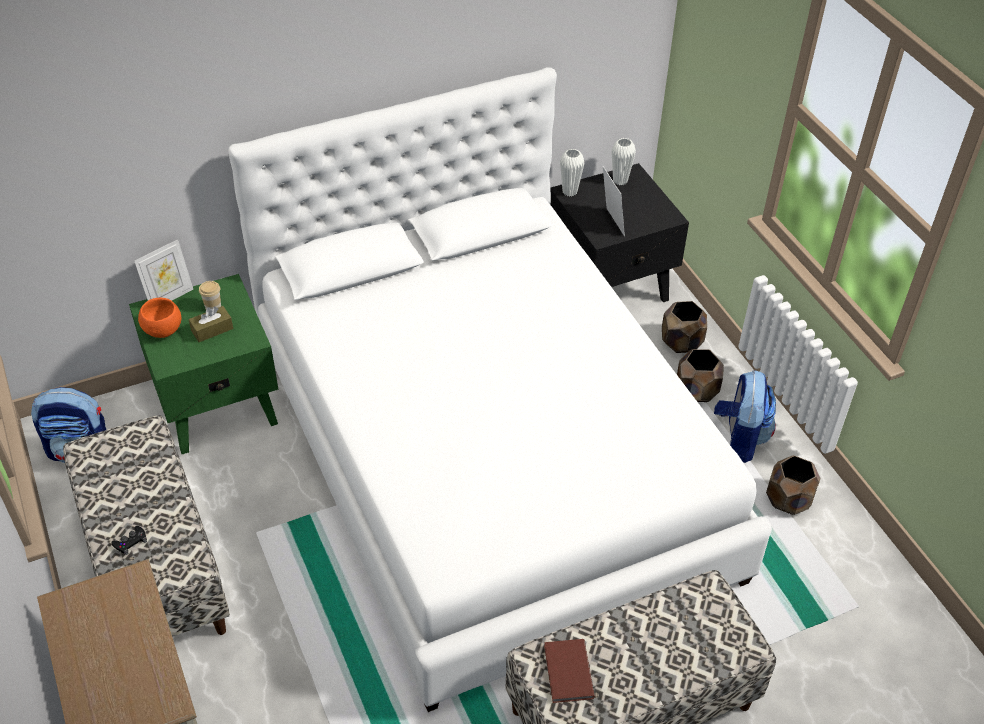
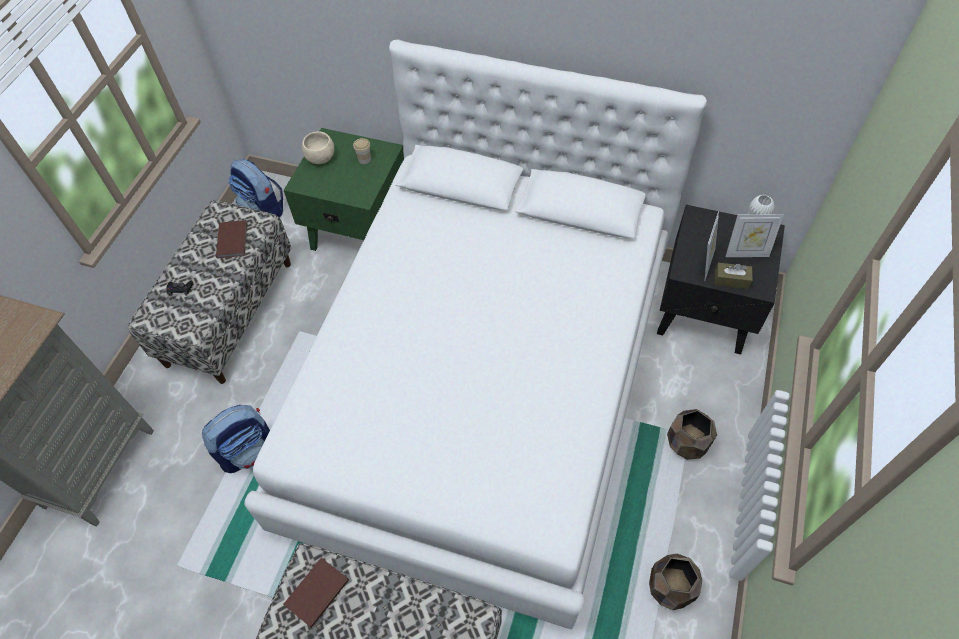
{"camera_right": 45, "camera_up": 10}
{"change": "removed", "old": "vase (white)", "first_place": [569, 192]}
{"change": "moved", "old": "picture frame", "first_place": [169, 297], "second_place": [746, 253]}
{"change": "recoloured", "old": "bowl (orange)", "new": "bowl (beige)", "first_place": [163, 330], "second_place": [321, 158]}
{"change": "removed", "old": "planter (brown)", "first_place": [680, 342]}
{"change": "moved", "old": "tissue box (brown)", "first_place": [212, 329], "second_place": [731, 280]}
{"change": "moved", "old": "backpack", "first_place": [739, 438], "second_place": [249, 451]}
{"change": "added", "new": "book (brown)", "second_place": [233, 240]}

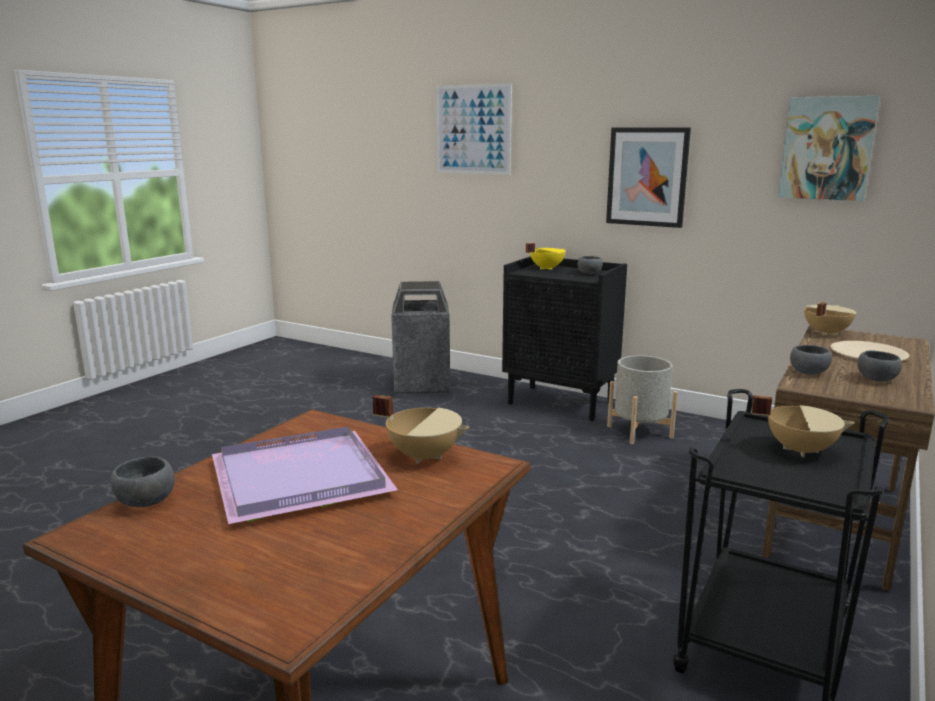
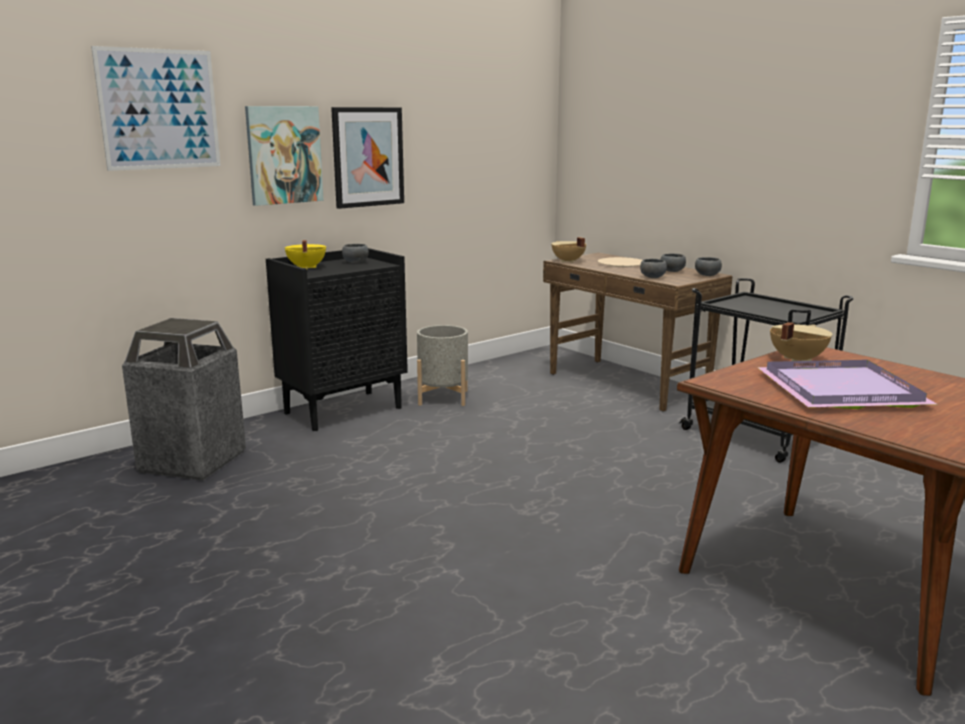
{"camera_right": -70, "camera_up": 0}
{"change": "moved", "old": "picture", "first_place": [827, 148], "second_place": [284, 155]}
{"change": "removed", "old": "cooking pot (beige)", "first_place": [799, 449]}
{"change": "moved", "old": "bowl (grey)", "first_place": [144, 502], "second_place": [707, 275]}

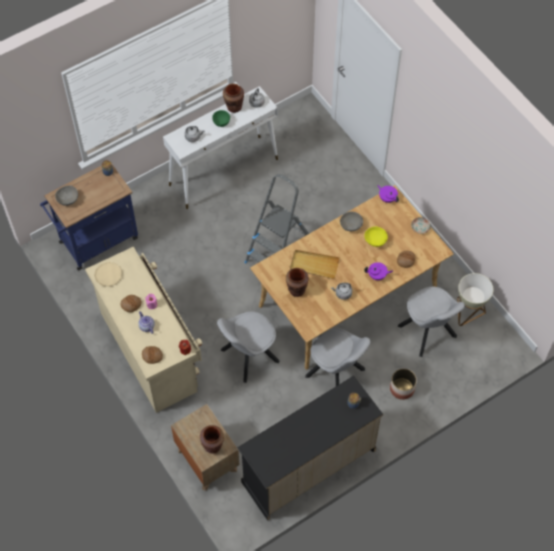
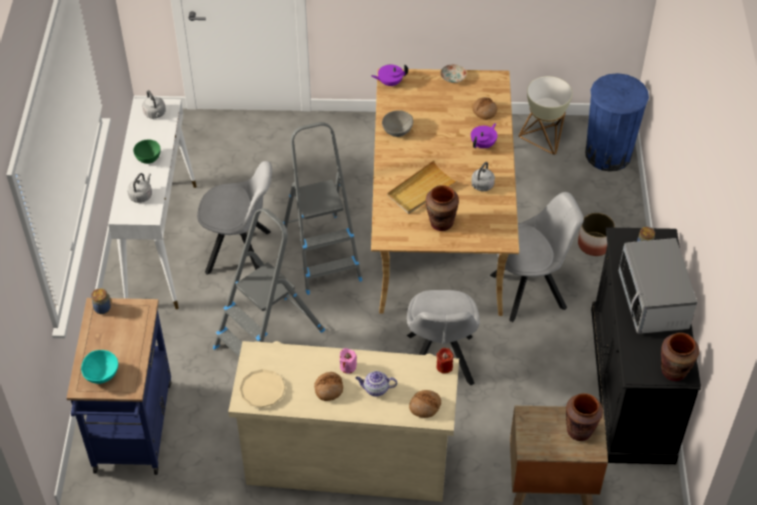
{"camera_right": -55, "camera_up": -10}
{"change": "moved", "old": "vase (brown)", "first_place": [234, 107], "second_place": [673, 371]}
{"change": "recoloured", "old": "bowl (grey)", "new": "bowl (turquoise)", "first_place": [67, 200], "second_place": [101, 374]}
{"change": "removed", "old": "bowl (yellow)", "first_place": [375, 241]}
{"change": "moved", "old": "chair (grey)", "first_place": [428, 332], "second_place": [240, 252]}
{"change": "added", "new": "trash can (blue)", "second_place": [608, 154]}
{"change": "added", "new": "step ladder (grey)", "second_place": [268, 339]}
{"change": "added", "new": "microwave", "second_place": [653, 301]}

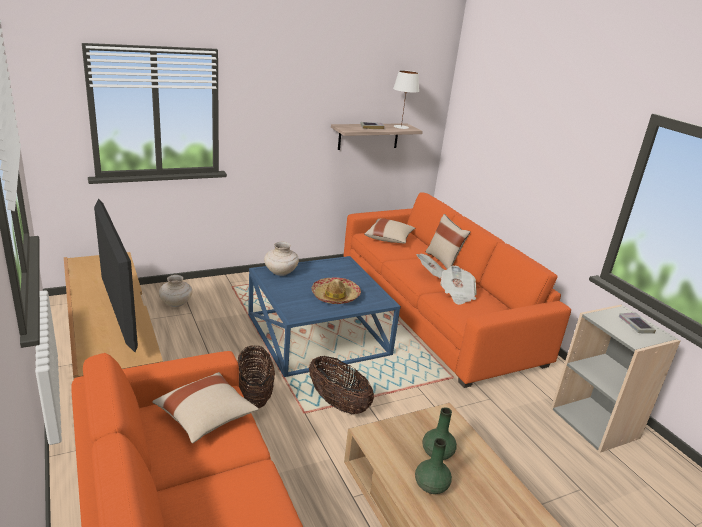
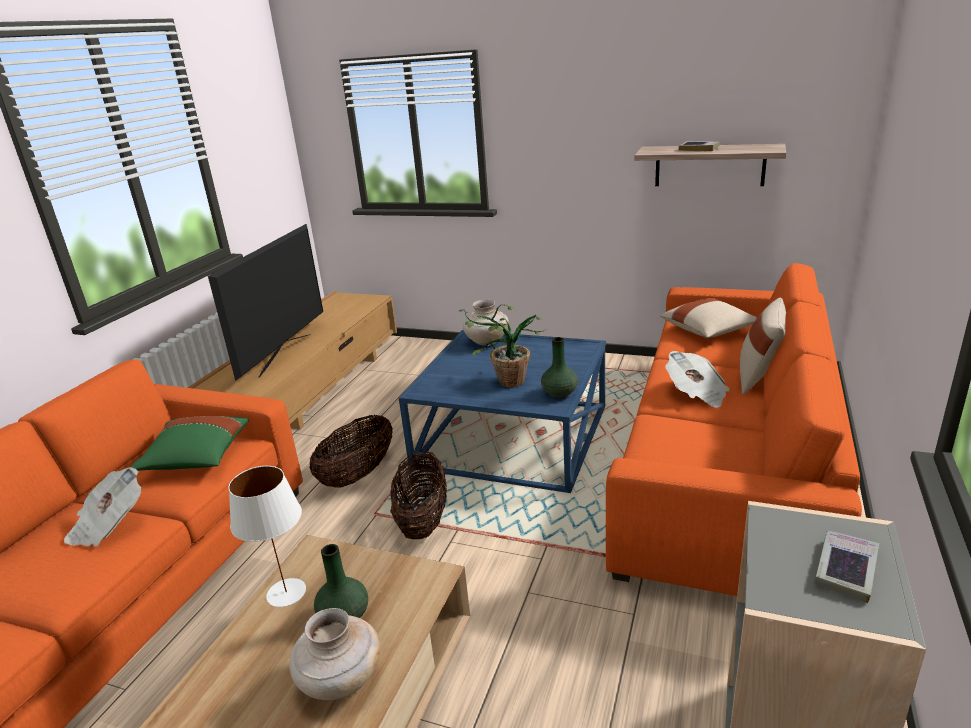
{"camera_right": 50, "camera_up": 0}
{"change": "moved", "old": "table lamp (white)", "first_place": [401, 127], "second_place": [286, 592]}
{"change": "moved", "old": "newspaper", "first_place": [457, 294], "second_place": [109, 525]}
{"change": "moved", "old": "vase (beige)", "first_place": [176, 304], "second_place": [340, 681]}
{"change": "replaced", "old": "hat", "new": "potted plant", "first_place": [335, 296], "second_place": [504, 382]}
{"change": "recoloured", "old": "pillow (beige)", "new": "pillow (green)", "first_place": [206, 417], "second_place": [196, 459]}
{"change": "moved", "old": "vase (green)", "first_place": [430, 486], "second_place": [559, 393]}

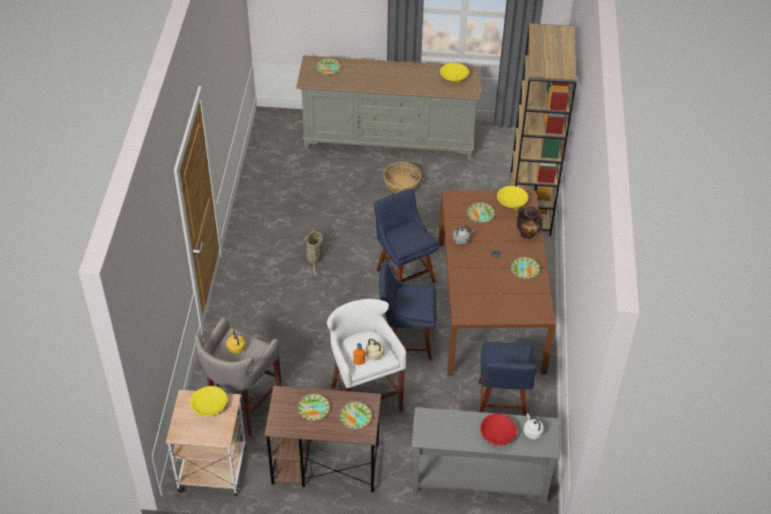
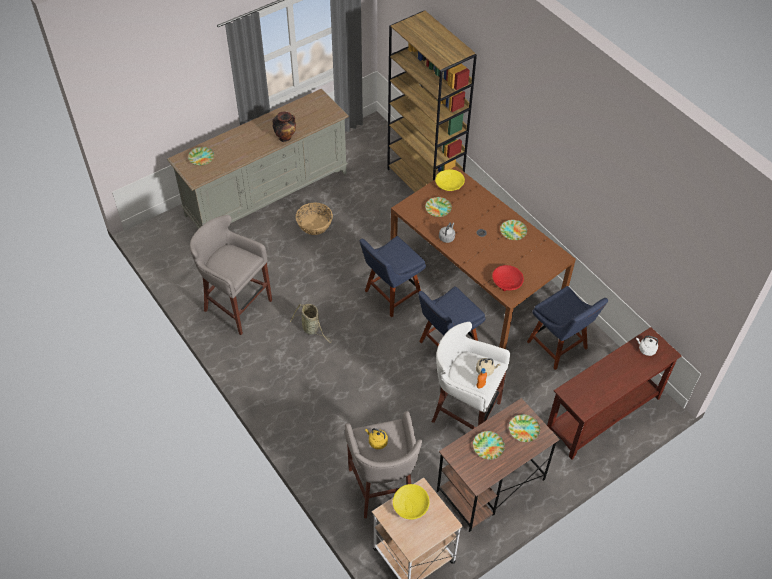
{"camera_right": -40, "camera_up": 5}
{"change": "removed", "old": "bowl (yellow)", "first_place": [454, 77]}
{"change": "turned", "old": "chair (blue)", "first_place": [404, 274], "second_place": [391, 295], "degrees": -60}
{"change": "moved", "old": "vase", "first_place": [528, 234], "second_place": [286, 137]}
{"change": "recoloured", "old": "console table (grey)", "new": "console table (brown)", "first_place": [479, 481], "second_place": [603, 415]}
{"change": "moved", "old": "bowl (red)", "first_place": [498, 434], "second_place": [507, 282]}
{"change": "added", "new": "stool (grey)", "second_place": [236, 306]}

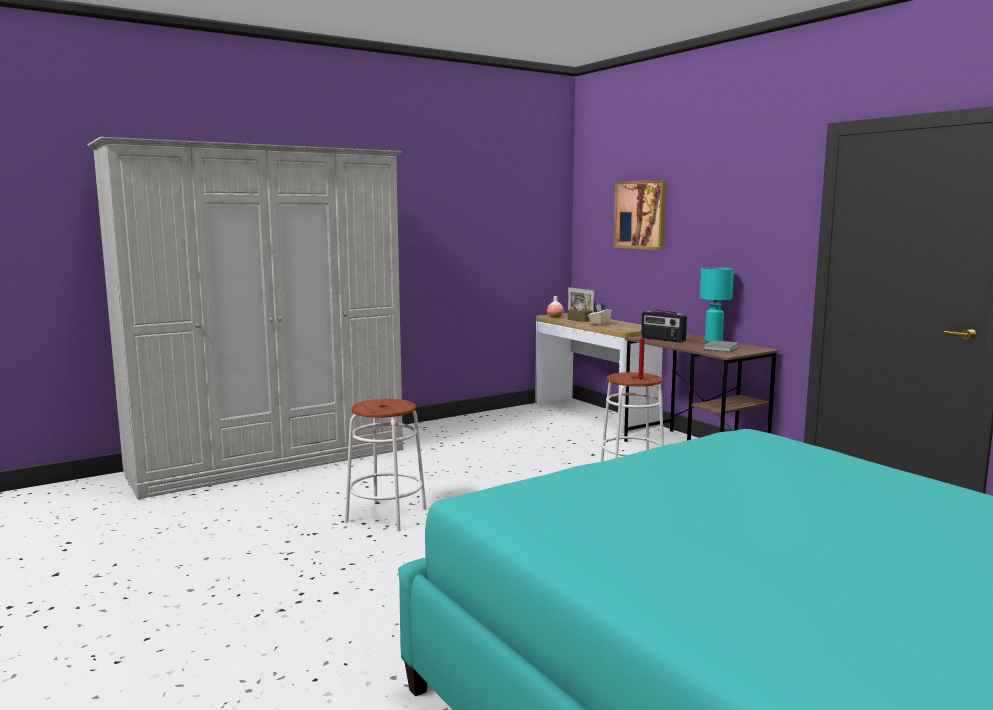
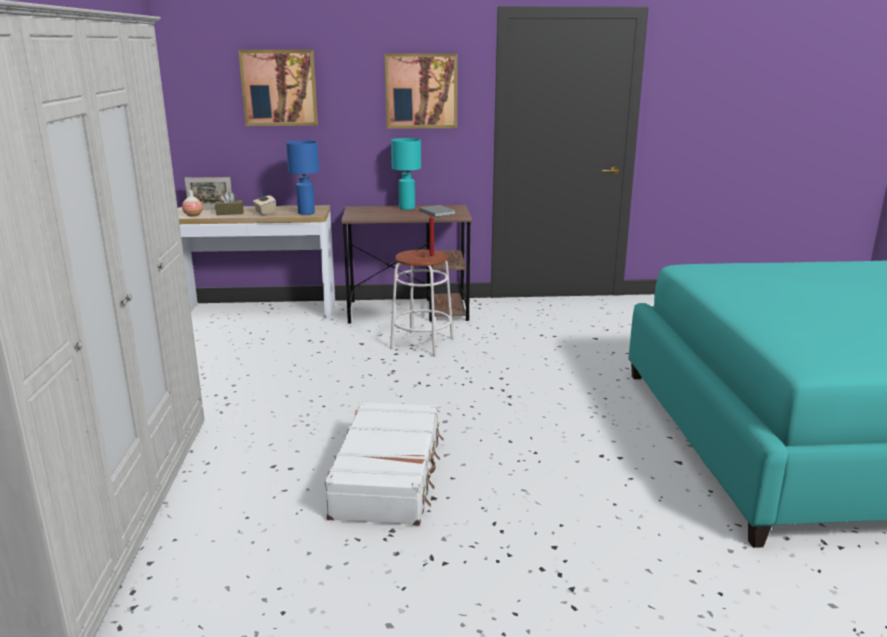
{"camera_right": -60, "camera_up": 10}
{"change": "removed", "old": "radio", "first_place": [662, 339]}
{"change": "replaced", "old": "stool (white)", "new": "suitcase (white)", "first_place": [386, 515], "second_place": [389, 476]}
{"change": "added", "new": "picture", "second_place": [421, 91]}
{"change": "added", "new": "table lamp (blue)", "second_place": [306, 213]}

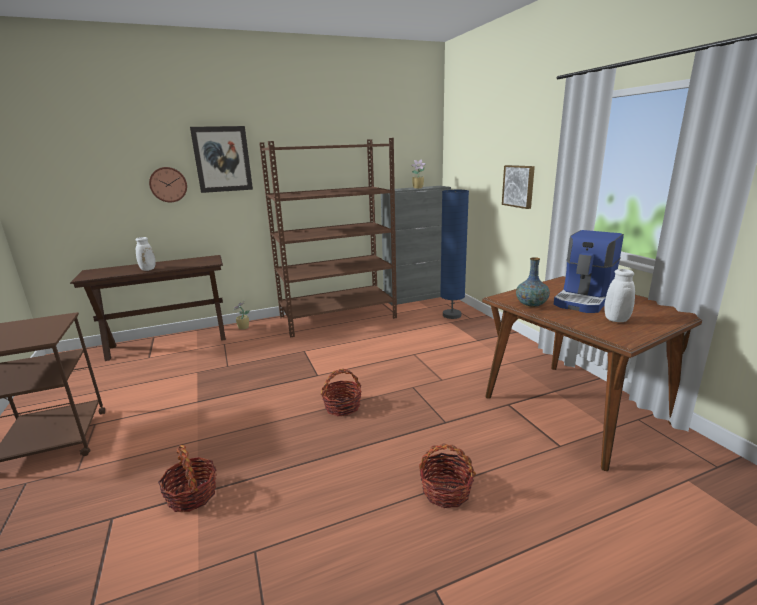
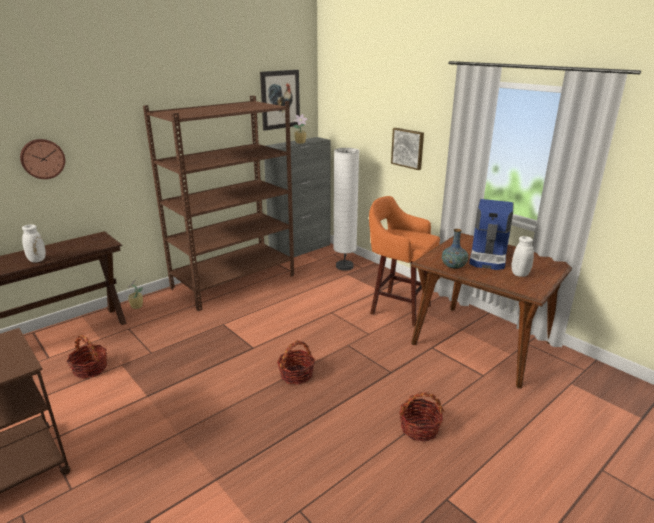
{"camera_right": -20, "camera_up": 5}
{"change": "moved", "old": "picture", "first_place": [222, 159], "second_place": [280, 99]}
{"change": "recoloured", "old": "floor lamp (blue)", "new": "floor lamp (white)", "first_place": [452, 315], "second_place": [344, 266]}
{"change": "moved", "old": "basket", "first_place": [192, 495], "second_place": [90, 369]}
{"change": "added", "new": "stool (orange)", "second_place": [398, 309]}

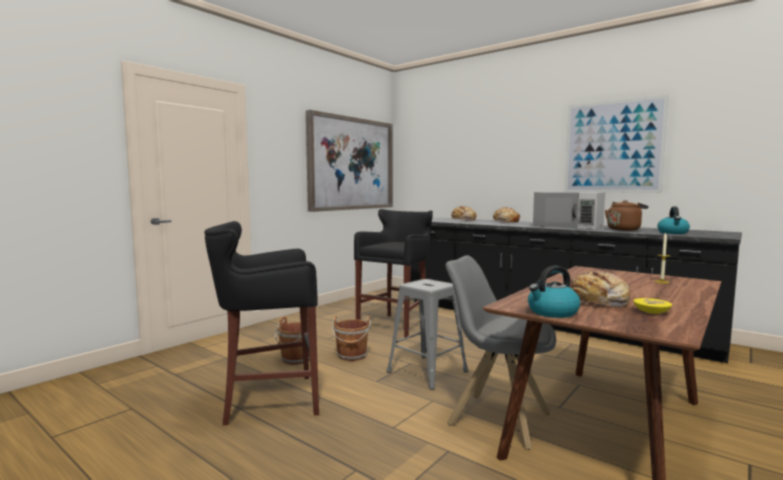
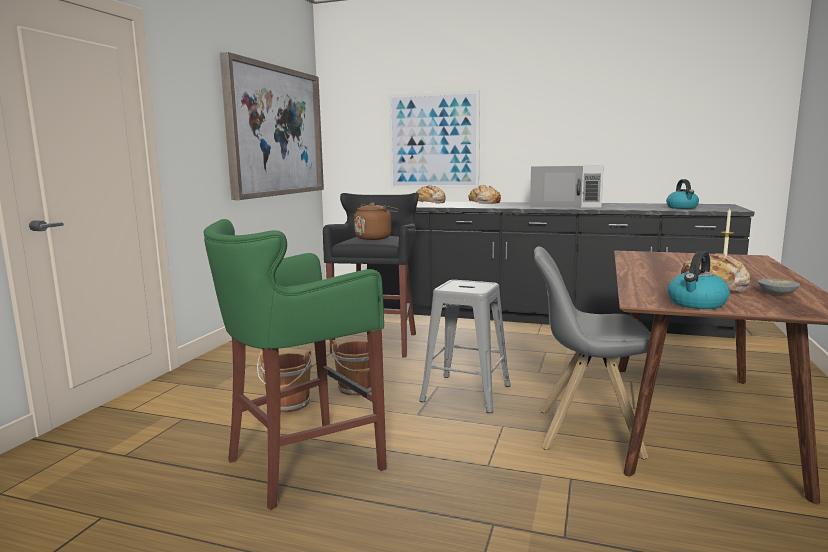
{"camera_right": -20, "camera_up": 5}
{"change": "moved", "old": "picture", "first_place": [612, 147], "second_place": [433, 141]}
{"change": "moved", "old": "kettle (brown)", "first_place": [624, 229], "second_place": [374, 238]}
{"change": "recoloured", "old": "stool (black)", "new": "stool (green)", "first_place": [267, 400], "second_place": [300, 464]}
{"change": "recoloured", "old": "bowl (yellow)", "new": "bowl (grey)", "first_place": [653, 312], "second_place": [778, 293]}

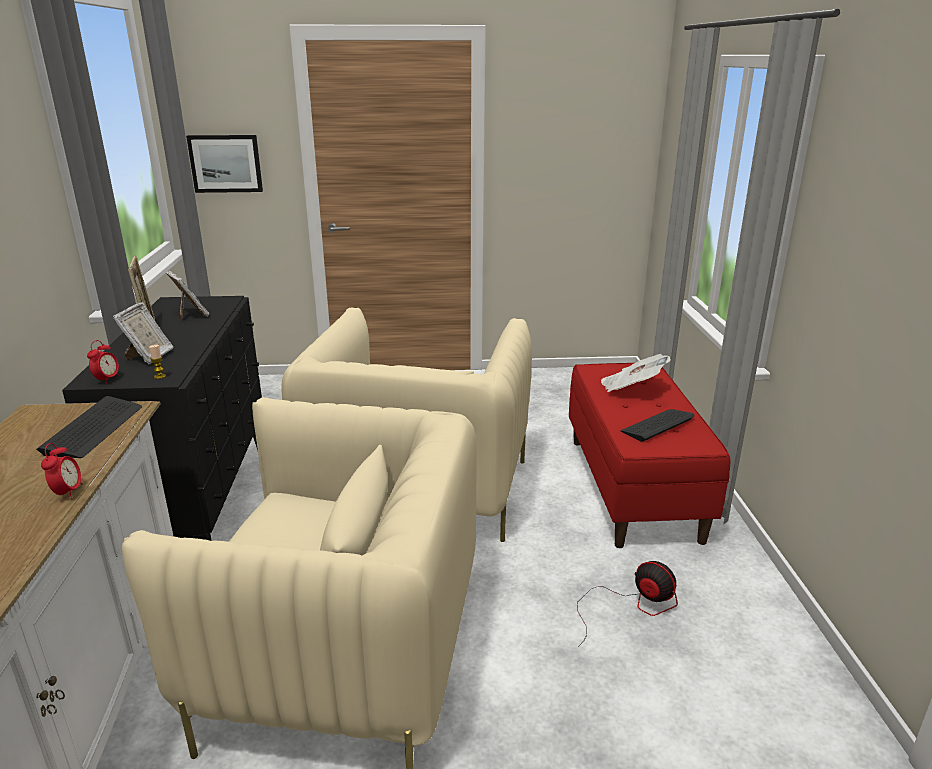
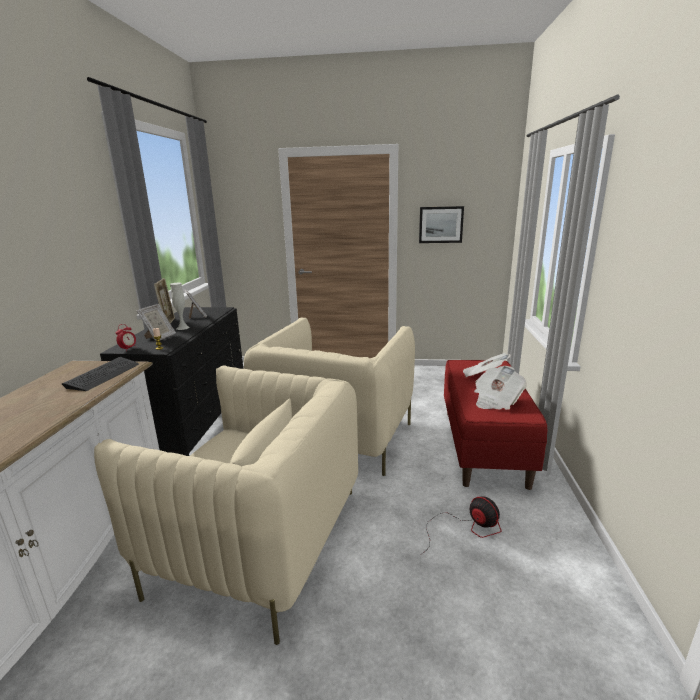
{"camera_right": 10, "camera_up": -5}
{"change": "moved", "old": "picture", "first_place": [226, 163], "second_place": [440, 224]}
{"change": "replaced", "old": "keyboard", "new": "newspaper", "first_place": [657, 425], "second_place": [496, 400]}
{"change": "removed", "old": "alarm clock", "first_place": [68, 493]}
{"change": "added", "new": "vase (white)", "second_place": [182, 328]}

